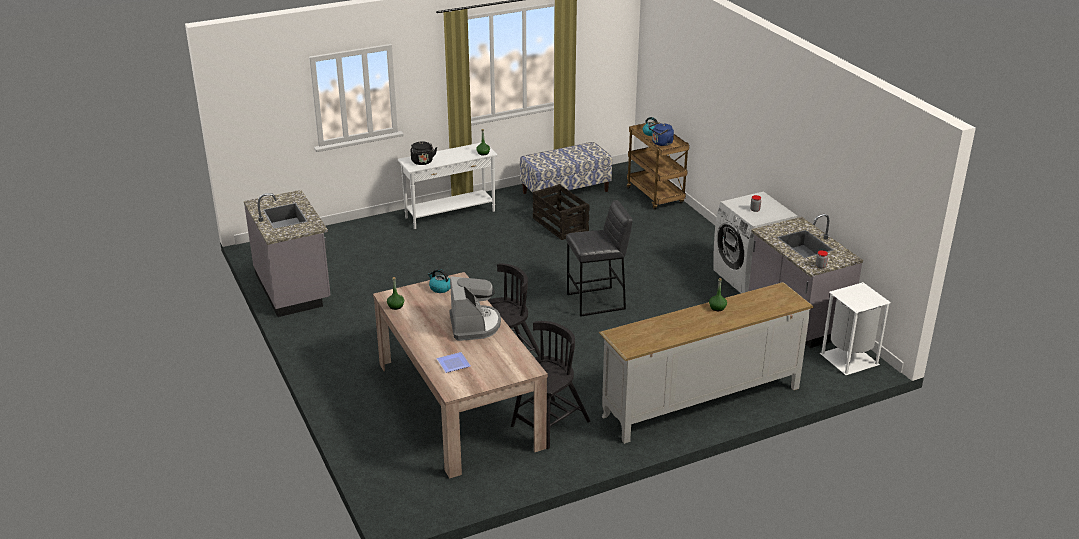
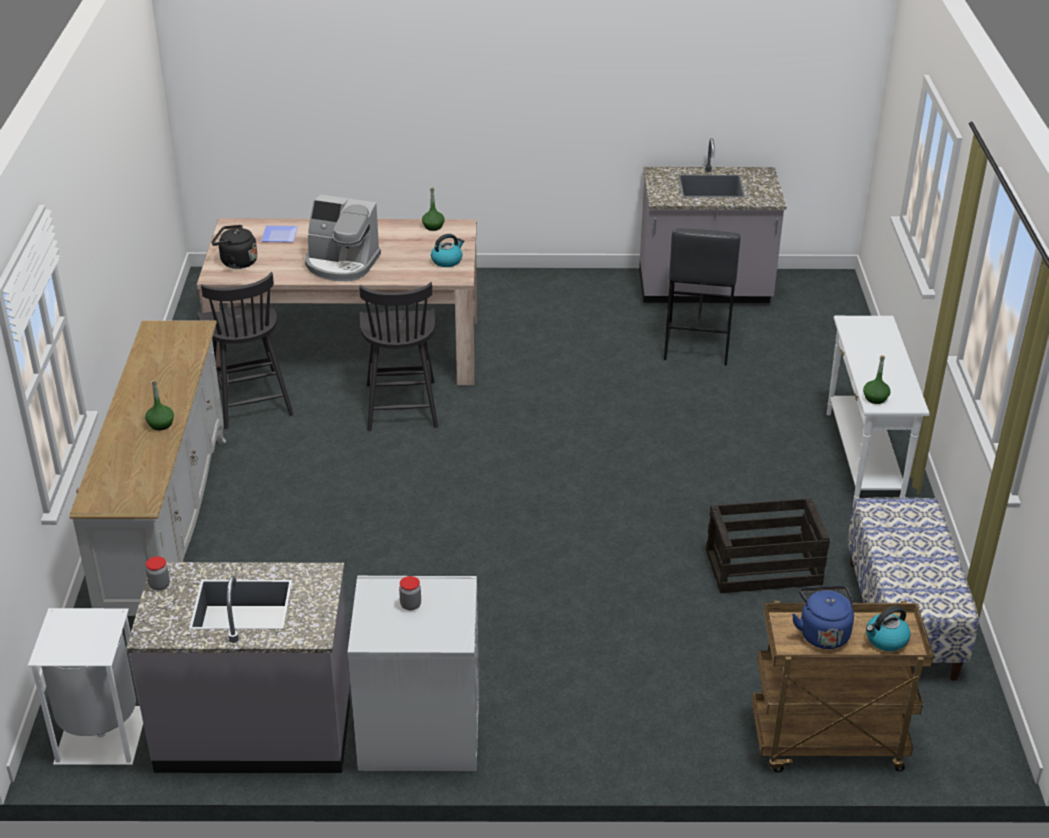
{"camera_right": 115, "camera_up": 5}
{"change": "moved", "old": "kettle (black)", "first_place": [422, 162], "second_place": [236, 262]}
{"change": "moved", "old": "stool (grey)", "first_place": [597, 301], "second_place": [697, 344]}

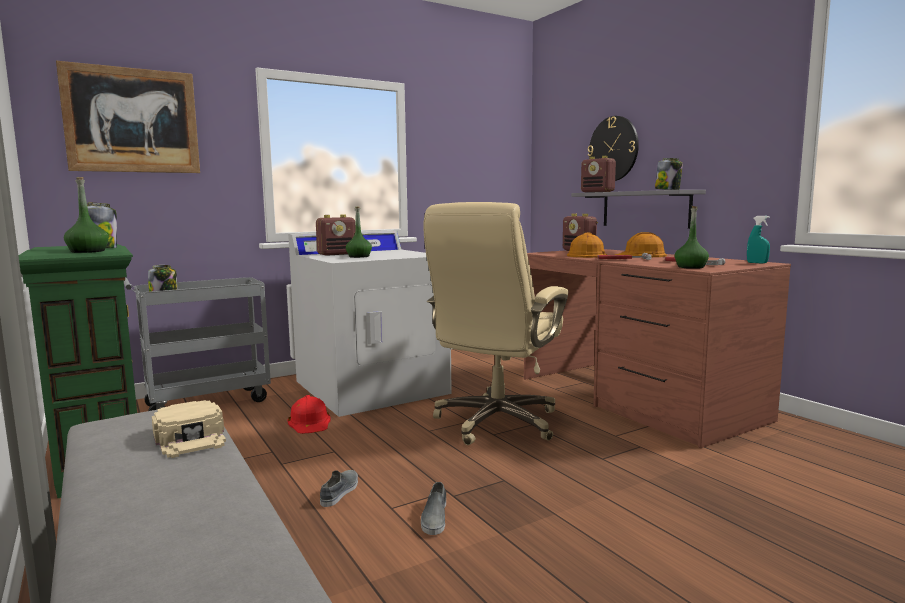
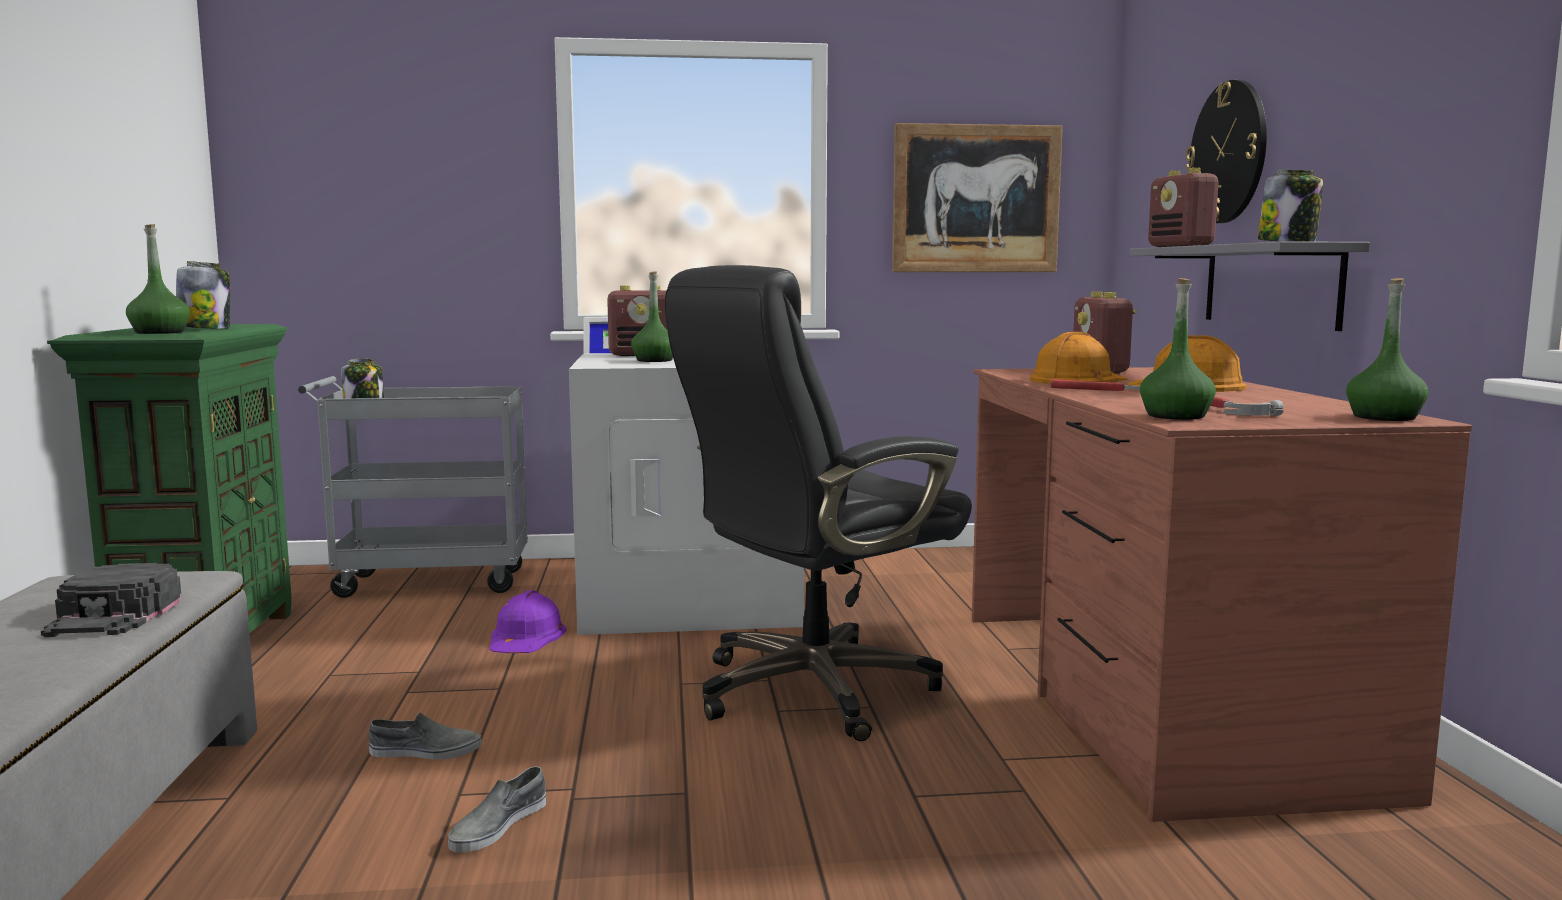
{"camera_right": 25, "camera_up": 0}
{"change": "moved", "old": "picture", "first_place": [132, 120], "second_place": [976, 199]}
{"change": "recoloured", "old": "office chair (beige)", "new": "office chair (black)", "first_place": [498, 421], "second_place": [819, 688]}
{"change": "replaced", "old": "spray bottle (turquoise)", "new": "bottle (green)", "first_place": [757, 263], "second_place": [1384, 417]}
{"change": "recoloured", "old": "hard hat (red)", "new": "hard hat (purple)", "first_place": [310, 422], "second_place": [526, 636]}
{"change": "recoloured", "old": "cap (beige)", "new": "cap (black)", "first_place": [191, 438], "second_place": [114, 615]}
{"change": "turned", "old": "shoe (grey)", "first_place": [340, 491], "second_place": [425, 751], "degrees": 45}

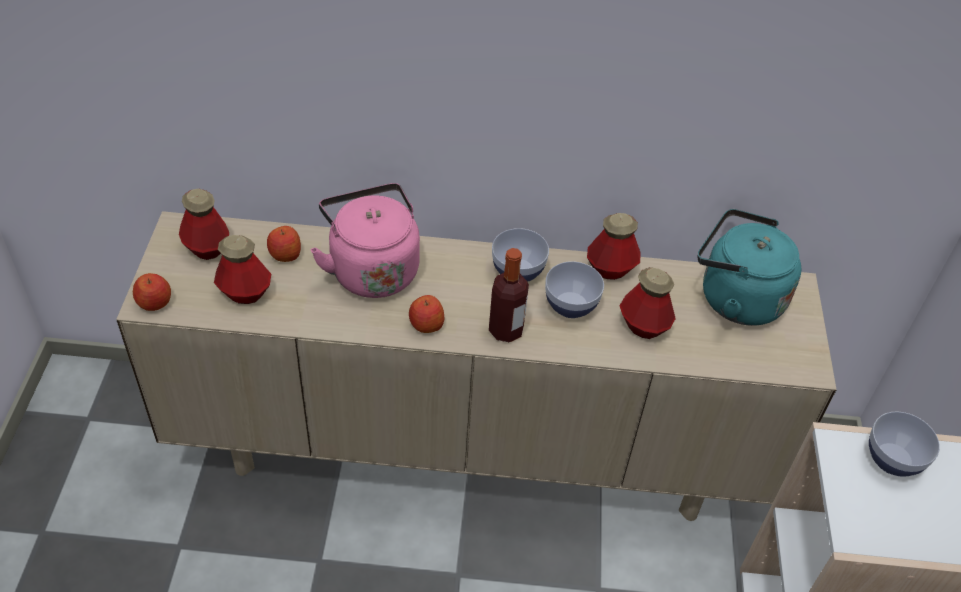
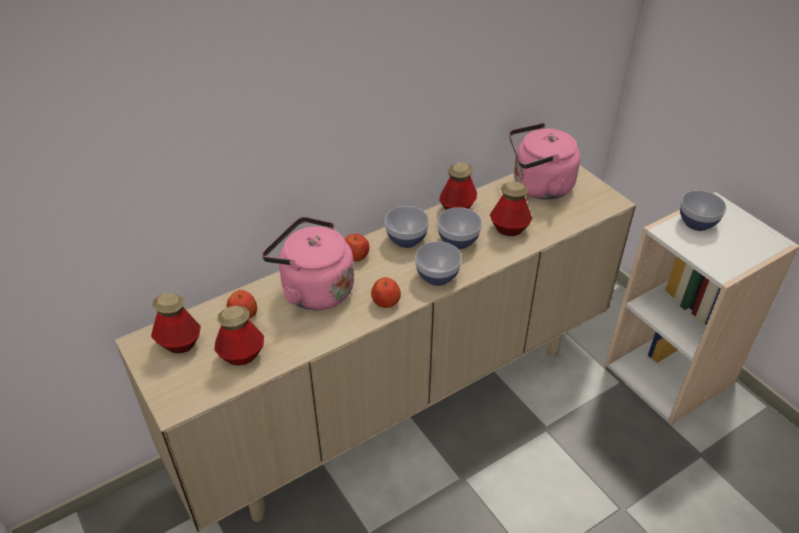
{"camera_right": -35, "camera_up": -5}
{"change": "recoloured", "old": "kettle (turquoise)", "new": "kettle (pink)", "first_place": [735, 298], "second_place": [538, 187]}
{"change": "replaced", "old": "bottle", "new": "bowl", "first_place": [506, 330], "second_place": [437, 276]}
{"change": "moved", "old": "apple", "first_place": [155, 302], "second_place": [356, 256]}

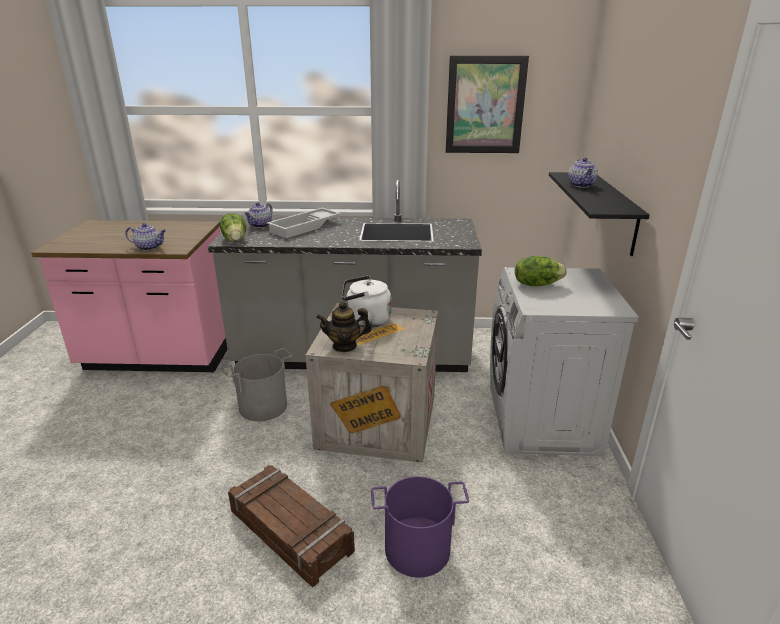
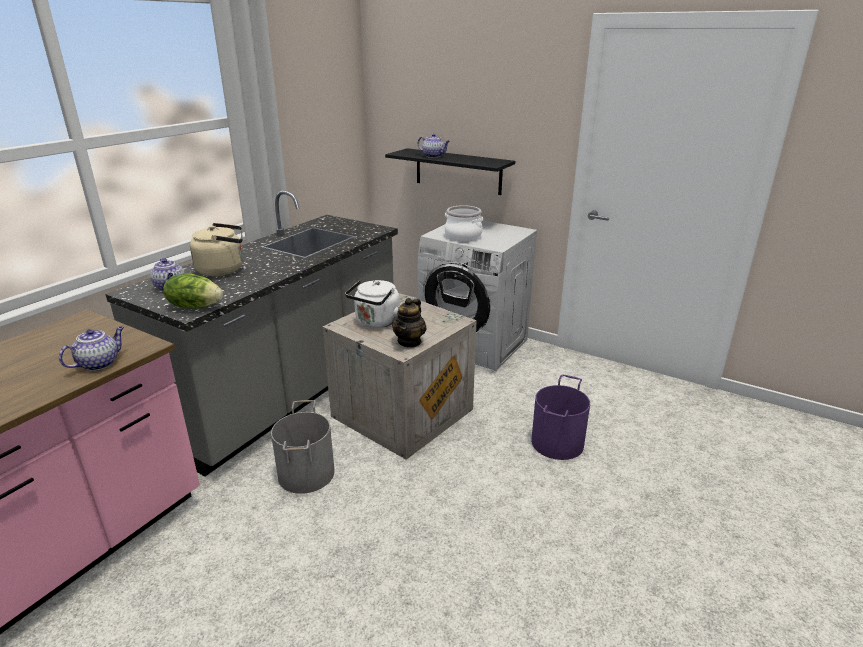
{"camera_right": -60, "camera_up": 0}
{"change": "removed", "old": "picture", "first_place": [485, 105]}
{"change": "replaced", "old": "tray (white)", "new": "kettle (beige)", "first_place": [305, 227], "second_place": [223, 269]}
{"change": "replaced", "old": "lettuce", "new": "cooking pot", "first_place": [536, 284], "second_place": [463, 236]}
{"change": "removed", "old": "crate", "first_place": [289, 532]}

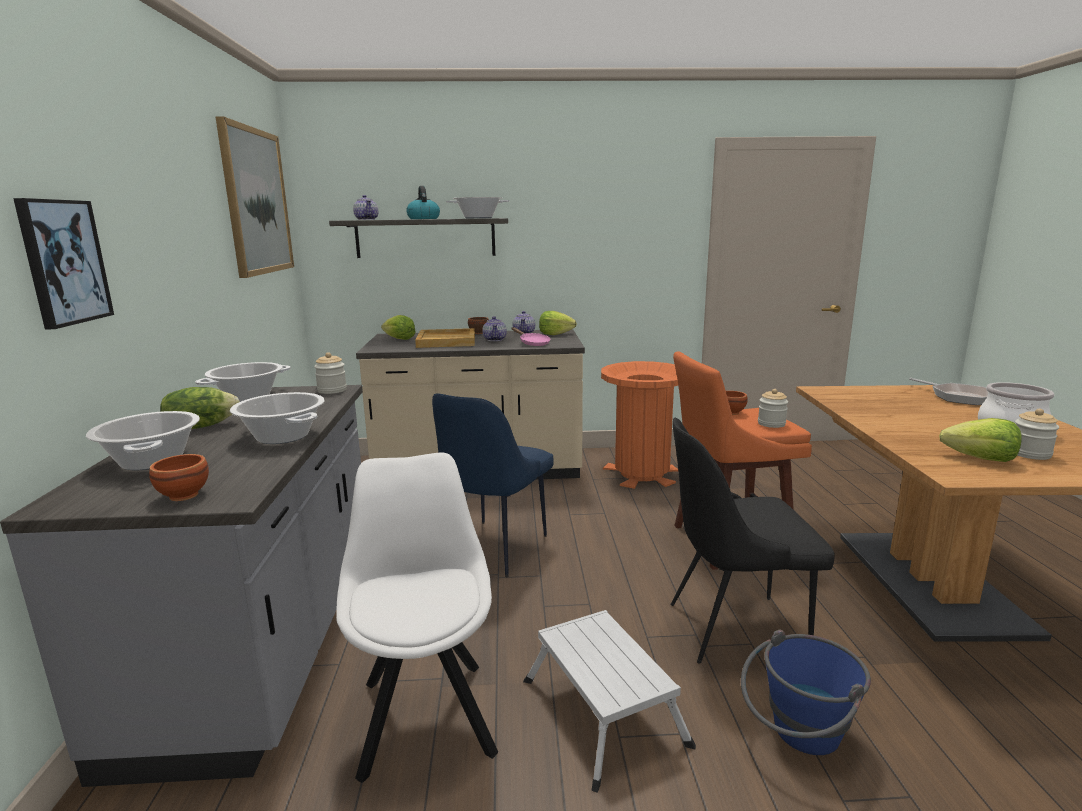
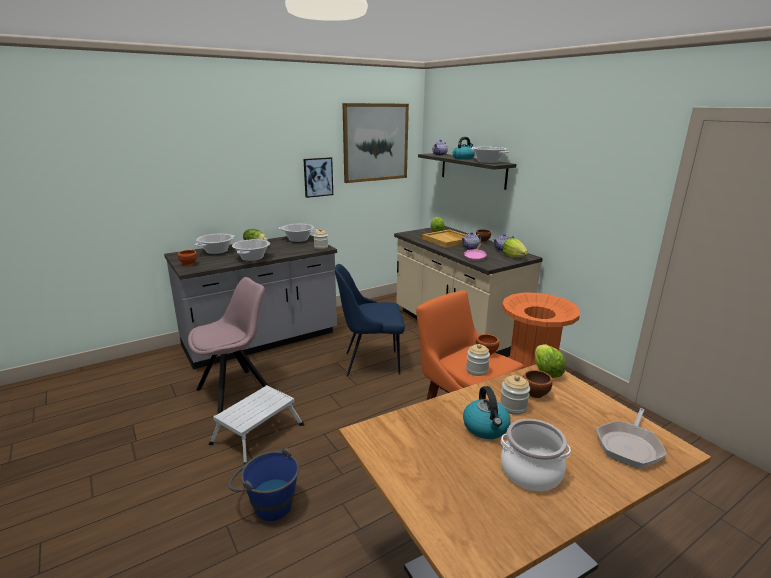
{"camera_right": 60, "camera_up": 5}
{"change": "moved", "old": "picture", "first_place": [63, 262], "second_place": [318, 177]}
{"change": "moved", "old": "jar", "first_place": [1030, 454], "second_place": [513, 407]}
{"change": "removed", "old": "chair (black)", "first_place": [735, 629]}
{"change": "moved", "old": "lettuce", "first_place": [980, 459], "second_place": [545, 371]}
{"change": "recoloured", "old": "chair (white)", "new": "chair (pink)", "first_place": [426, 716], "second_place": [235, 390]}
{"change": "added", "new": "bowl (brown)", "second_place": [535, 393]}
{"change": "added", "new": "kettle", "second_place": [486, 428]}

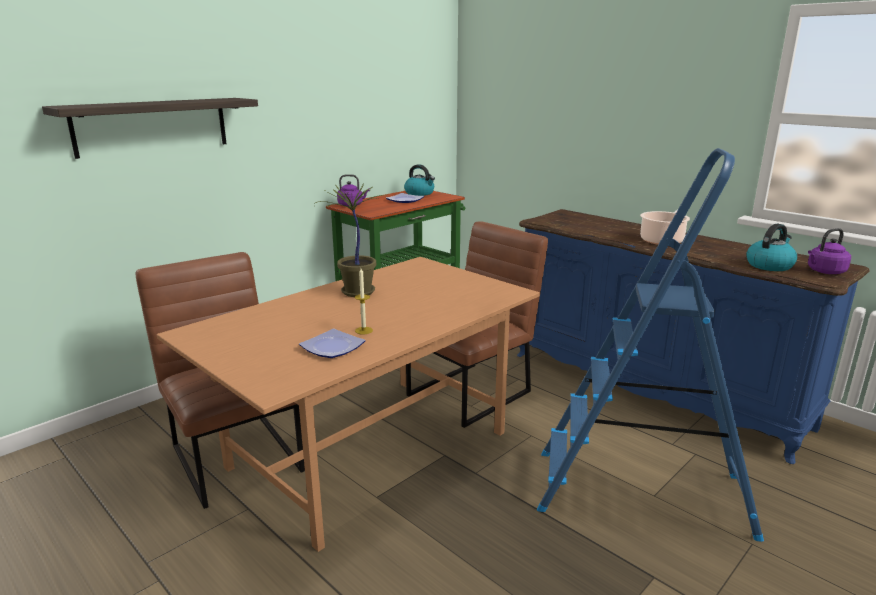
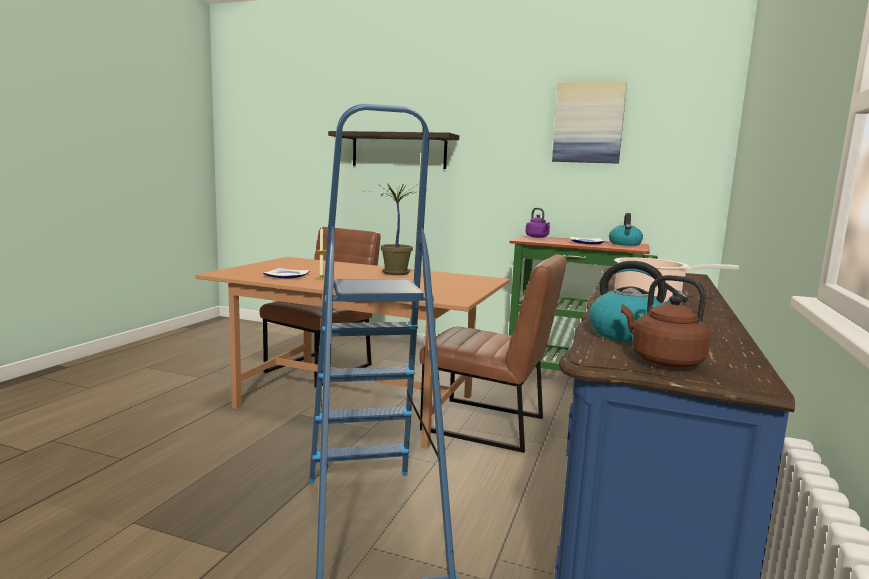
{"camera_right": 65, "camera_up": -10}
{"change": "recoloured", "old": "kettle (purple)", "new": "kettle (brown)", "first_place": [824, 272], "second_place": [662, 361]}
{"change": "added", "new": "picture", "second_place": [588, 123]}

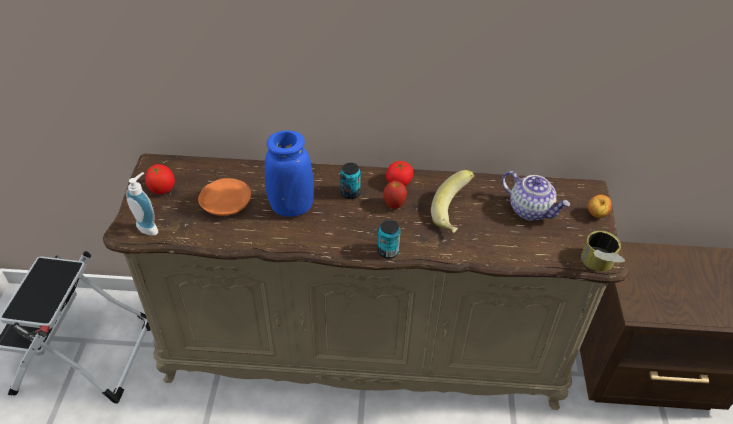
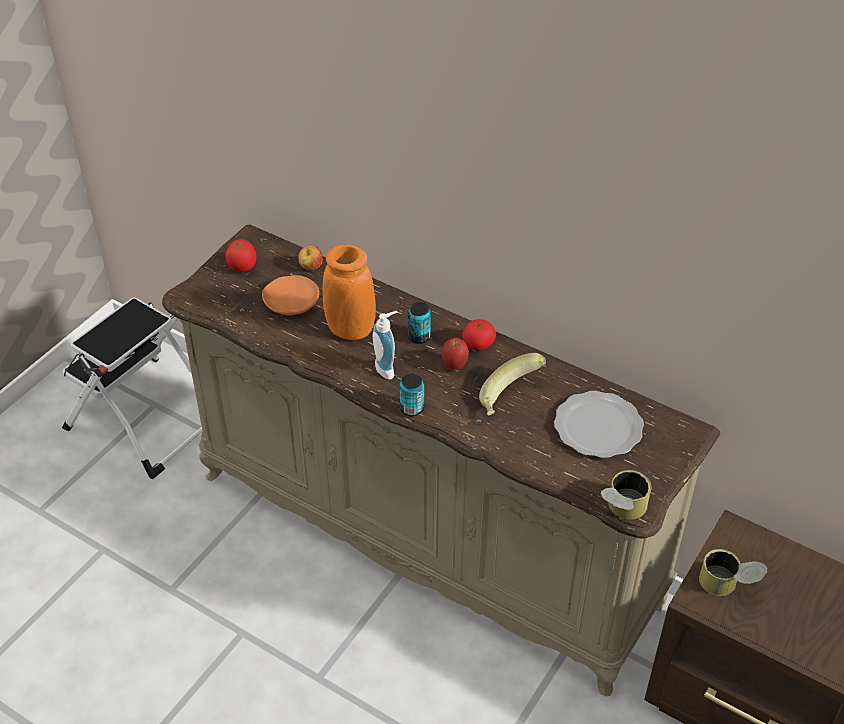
{"camera_right": 30, "camera_up": 0}
{"change": "recoloured", "old": "vase (blue)", "new": "vase (orange)", "first_place": [291, 207], "second_place": [350, 329]}
{"change": "replaced", "old": "teapot", "new": "plate", "first_place": [530, 210], "second_place": [598, 426]}
{"change": "moved", "old": "soap dispenser", "first_place": [149, 227], "second_place": [387, 368]}
{"change": "moved", "old": "apple", "first_place": [596, 215], "second_place": [311, 267]}
{"change": "added", "new": "can", "second_place": [728, 586]}

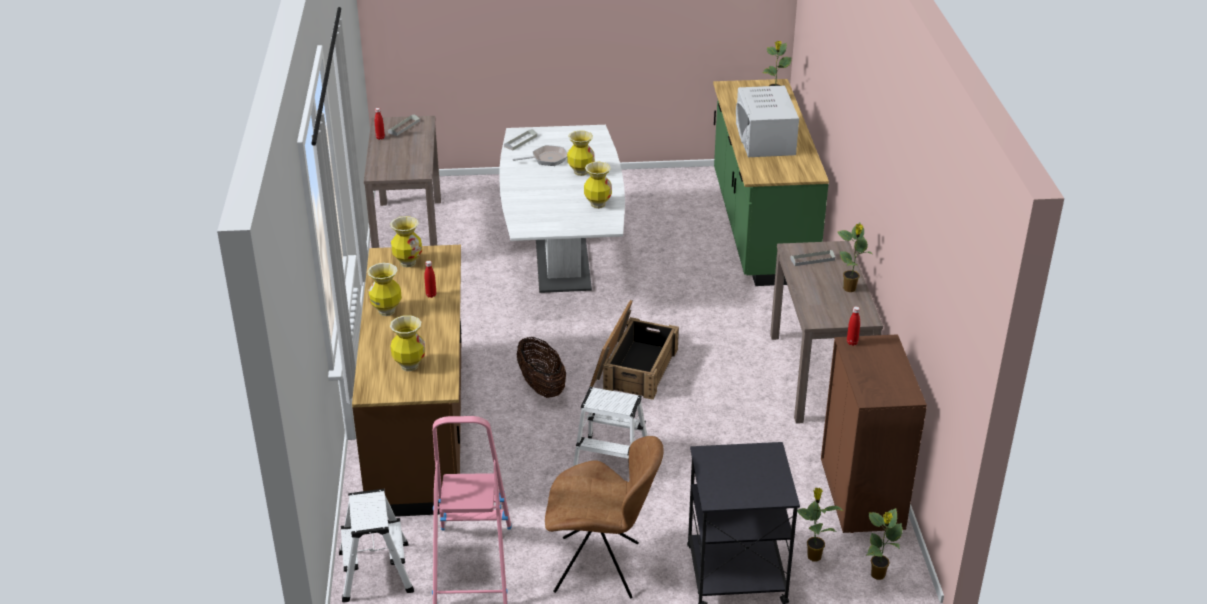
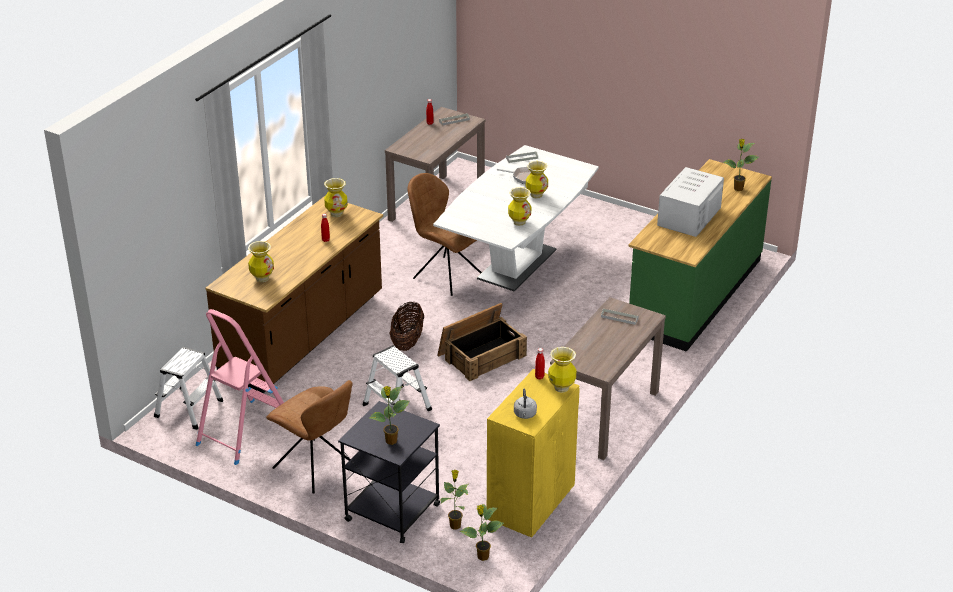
{"camera_right": 35, "camera_up": 0}
{"change": "moved", "old": "potted plant", "first_place": [850, 289], "second_place": [391, 441]}
{"change": "moved", "old": "vase", "first_place": [386, 311], "second_place": [561, 388]}
{"change": "recoloured", "old": "cabinet (brown)", "new": "cabinet (yellow)", "first_place": [862, 501], "second_place": [530, 508]}
{"change": "added", "new": "chair (brown)", "second_place": [445, 275]}
{"change": "added", "new": "kettle (grey)", "second_place": [525, 415]}

